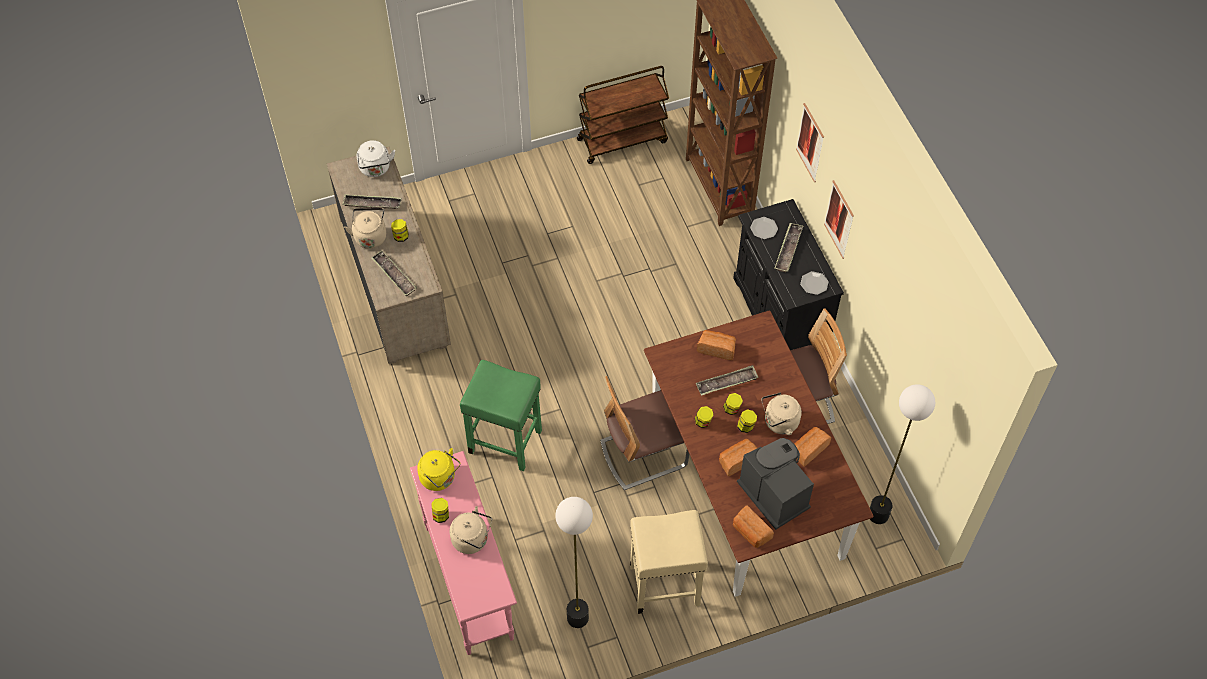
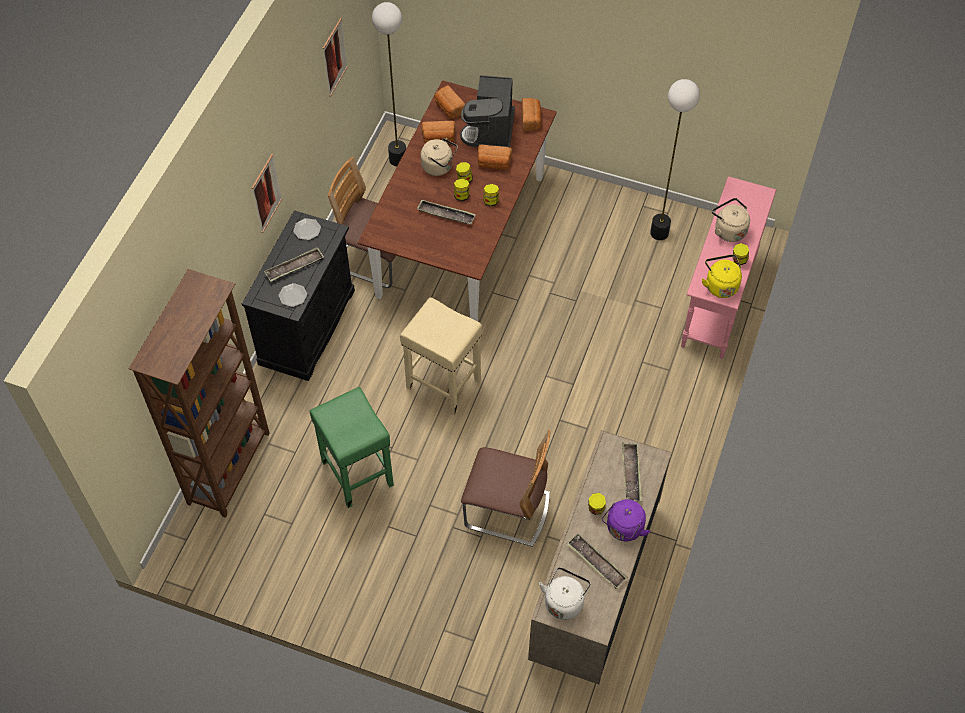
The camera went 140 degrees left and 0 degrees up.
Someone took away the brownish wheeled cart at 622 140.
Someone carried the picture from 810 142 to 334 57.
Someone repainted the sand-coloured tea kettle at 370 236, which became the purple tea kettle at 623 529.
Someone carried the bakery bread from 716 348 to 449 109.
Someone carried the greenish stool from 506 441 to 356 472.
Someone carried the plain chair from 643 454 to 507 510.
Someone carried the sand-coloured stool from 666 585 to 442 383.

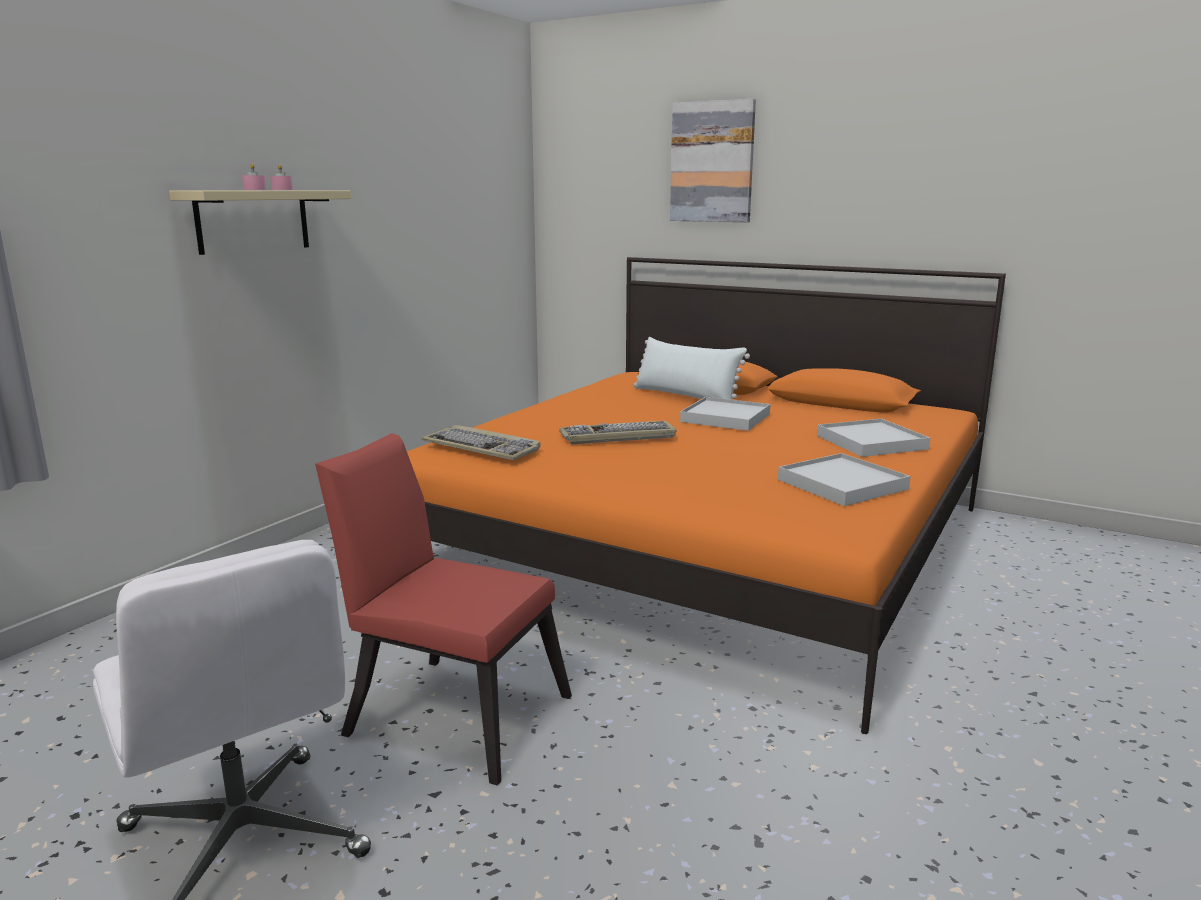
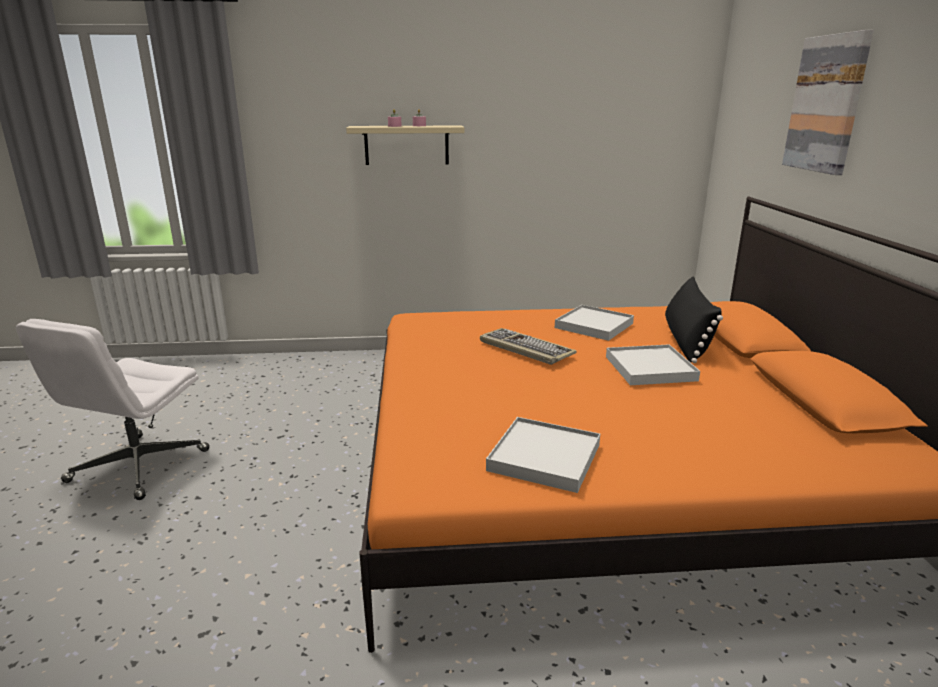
The camera went 55 degrees right and 5 degrees up.
Someone repainted the whitish throw pillow at 686 396, which became the blackish throw pillow at 686 340.
Someone carried the whitish carrying tray from 871 442 to 594 326.
Someone took away the computer keyboard at 483 447.
Someone took away the reddish plain chair at 450 711.

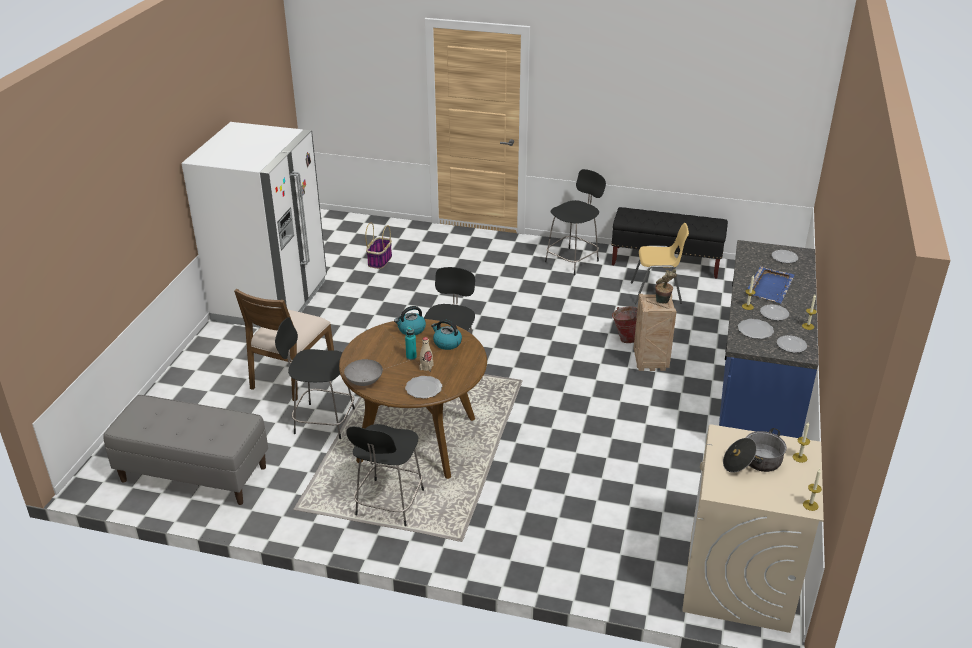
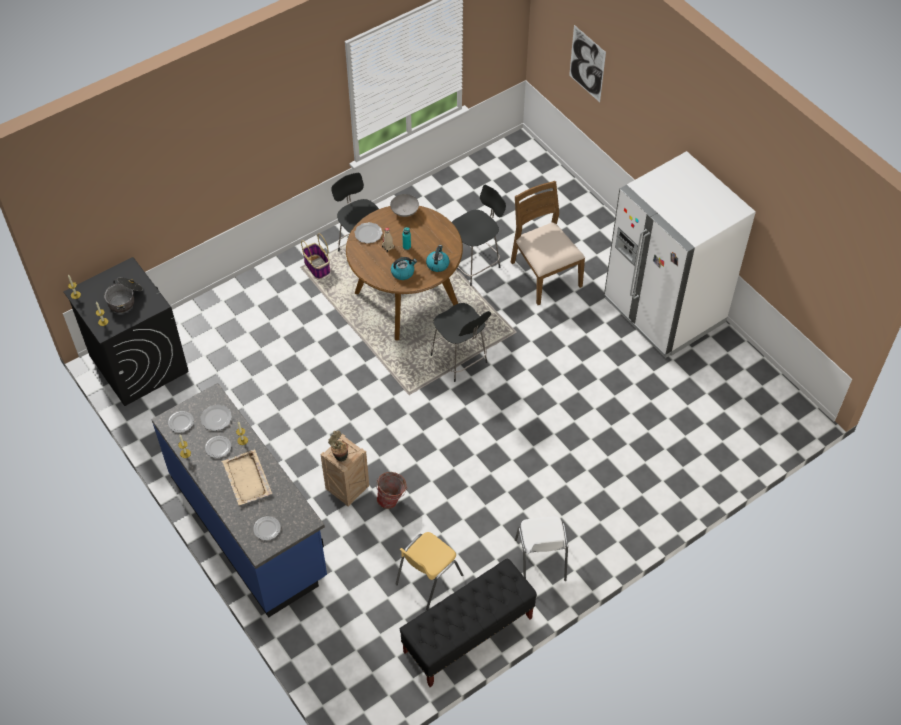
The camera went 130 degrees right and 20 degrees up.
Someone swapped the blackish stool at 573 260 for the whitish plain chair at 540 560.
Someone carried the basket from 380 260 to 317 267.
Someone repainted the blue carrying tray at 770 286, which became the sand-coloured carrying tray at 247 479.
Someone took away the gray indoor bench at 193 474.
Someone repainted the sand-coloured laundry appliance at 738 581, which became the blackish laundry appliance at 138 363.
Someone put up the picture at 587 64.

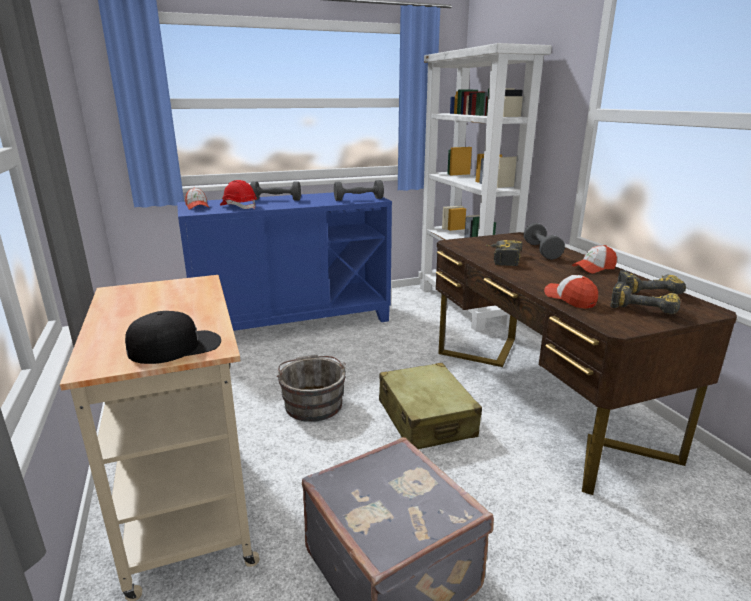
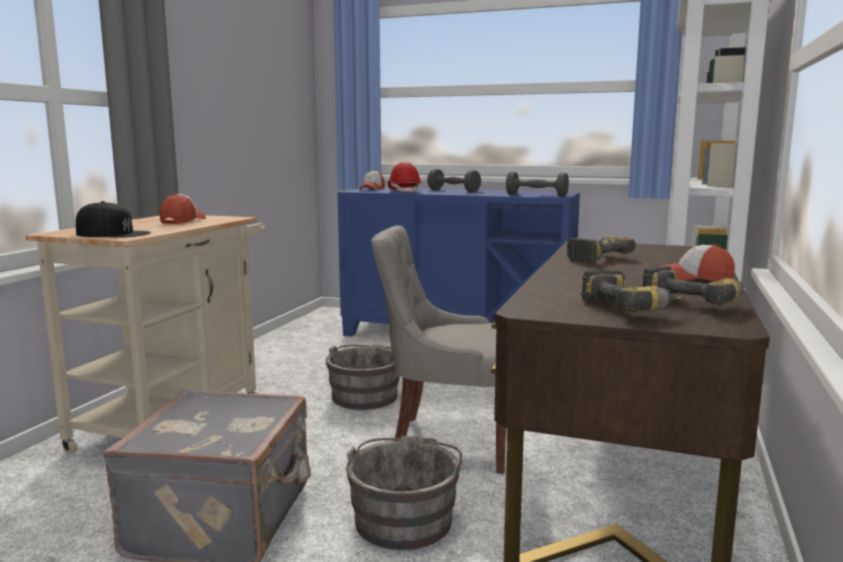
The camera went 40 degrees right and 10 degrees down.
Someone took away the gray hand weight at 541 251.
Someone carried the cap from 570 299 to 183 220.
Someone swapped the sand-coloured piece of luggage at 426 419 for the gray plain chair at 448 442.
Someone put down the gray pail at 405 518.

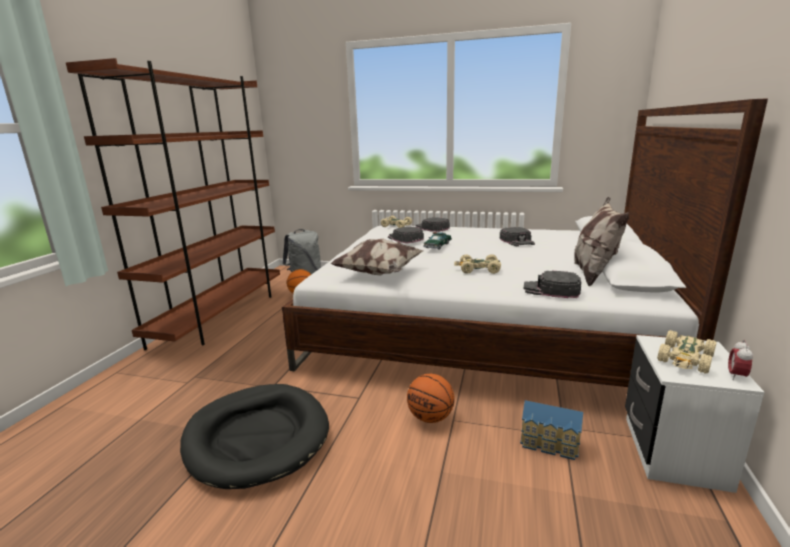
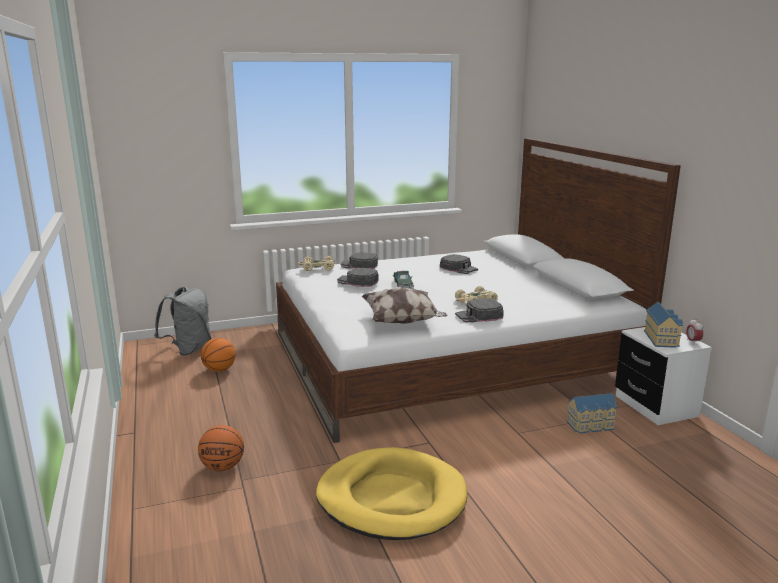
The camera went 35 degrees left and 0 degrees up.
Someone took away the brownish shelving unit at 221 316.
Someone took away the throw pillow at 593 274.
Someone carried the blackish cap from 551 290 to 479 316.
Someone swapped the sand-coloured miniature car at 685 359 for the miniature house at 662 338.
Someone carried the ball for basketball from 430 417 to 223 467.
Someone repainted the blackish dog cushion at 257 437, which became the yellow-coloured dog cushion at 391 498.

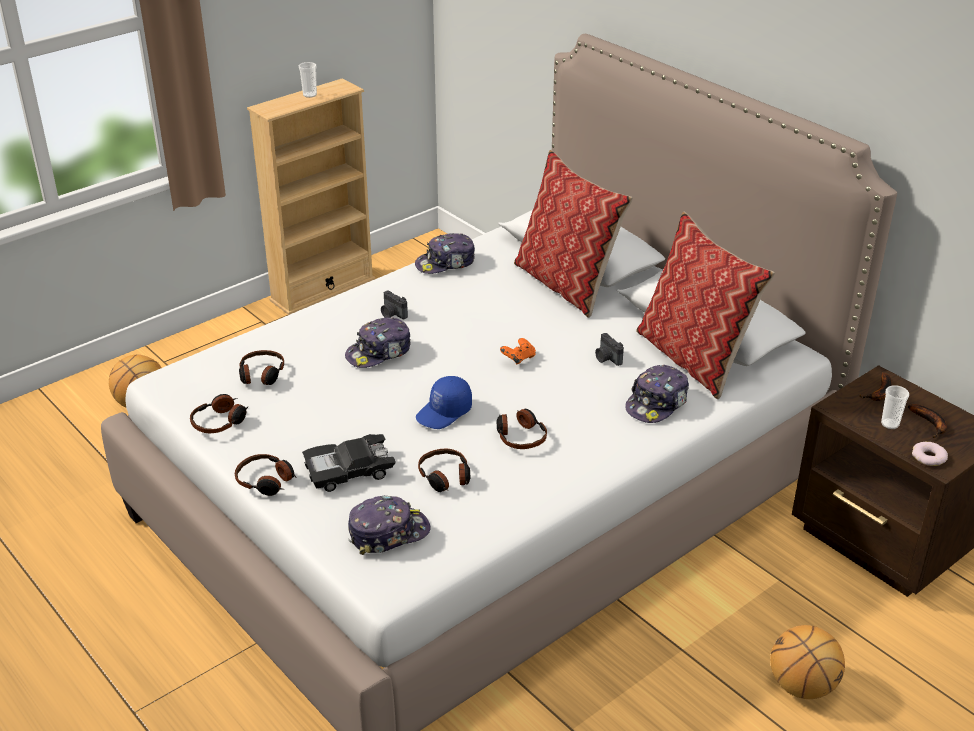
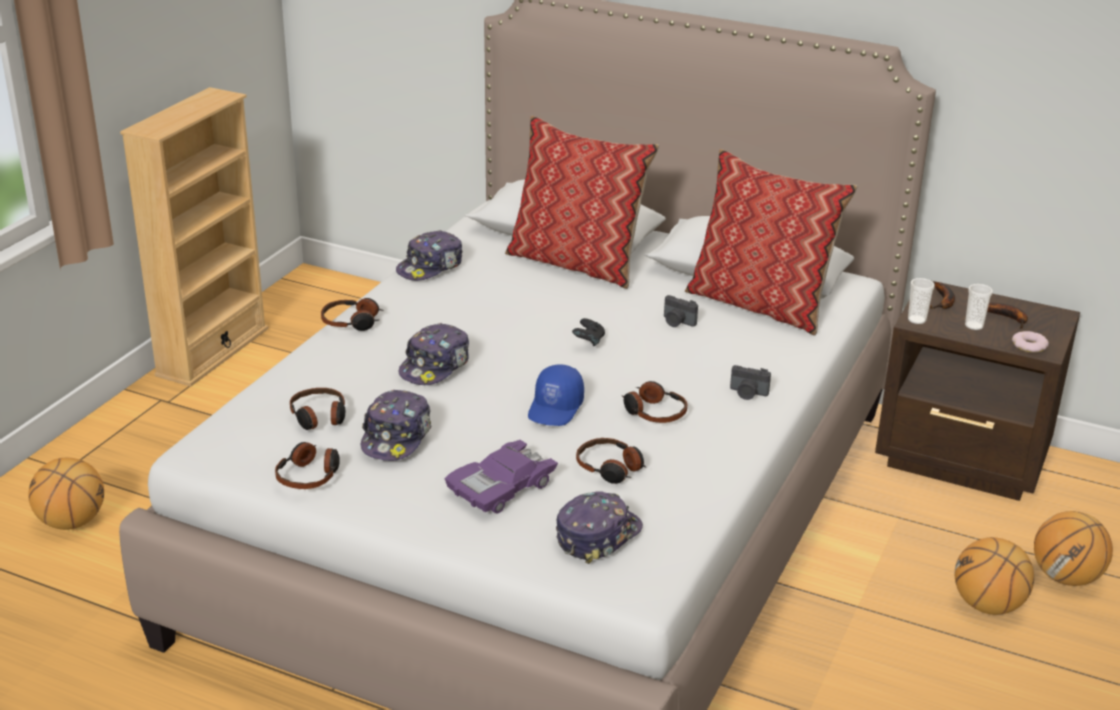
The camera went 25 degrees left and 5 degrees down.
Someone carried the small cup from 310 95 to 916 320.
Someone carried the photo camera from 392 314 to 747 393.
Someone repainted the orange gamepad at 518 359, which became the blackish gamepad at 588 342.
Someone carried the cap from 657 403 to 397 437.
Someone repainted the blackish miniature car at 349 470, which became the purple miniature car at 501 488.
Someone carried the headset from 266 481 to 352 322.
Someone put down the ball for basketball at 1066 577.

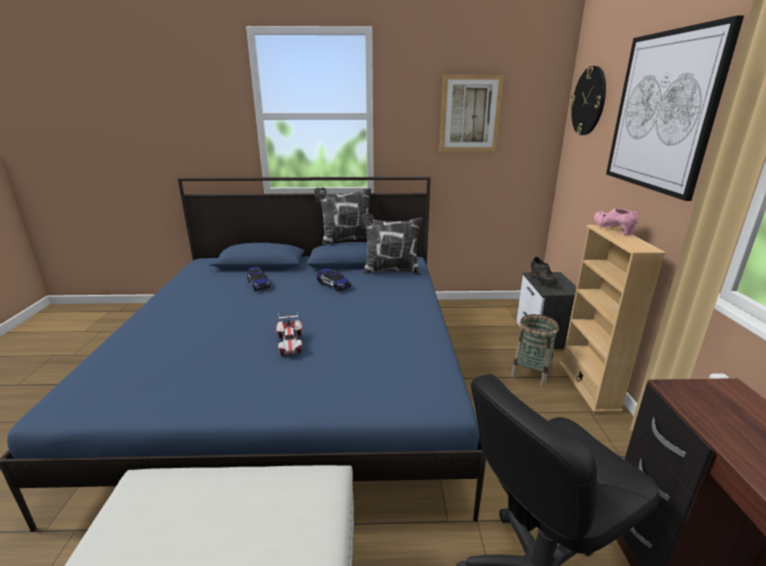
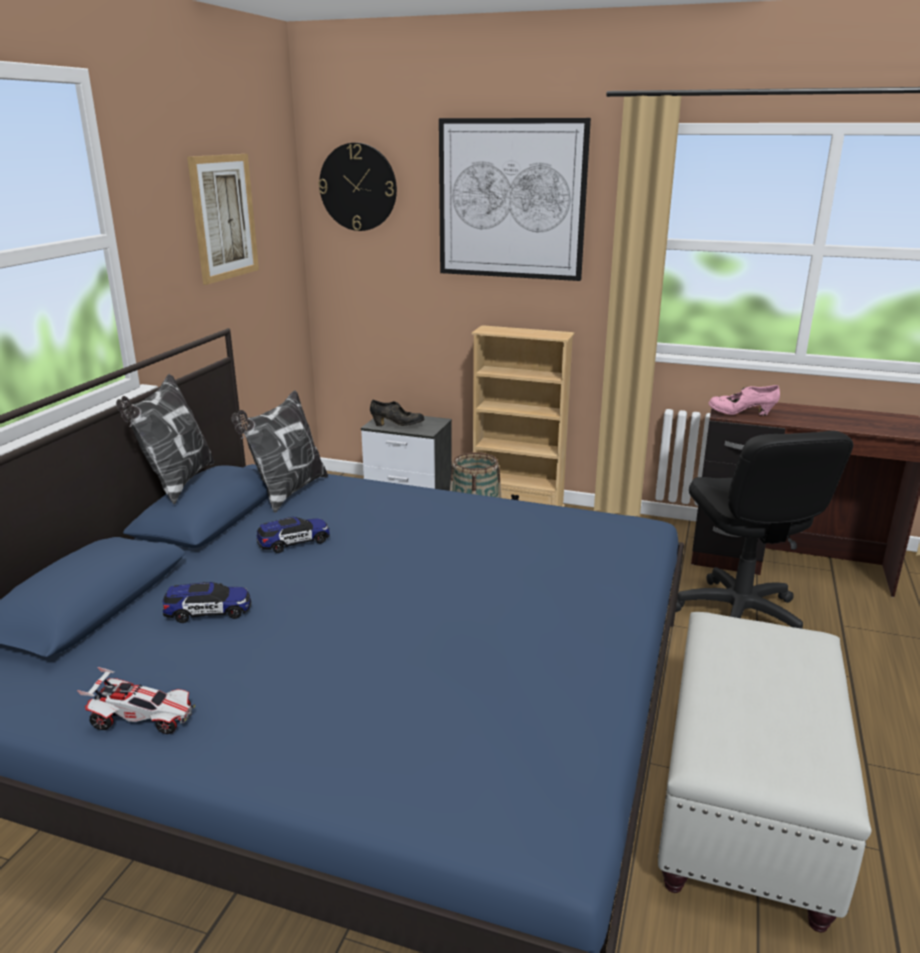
The camera went 70 degrees left and 0 degrees up.
Someone carried the pink-coloured low shoe from 613 230 to 741 414.
Someone carried the miniature car from 290 344 to 143 719.

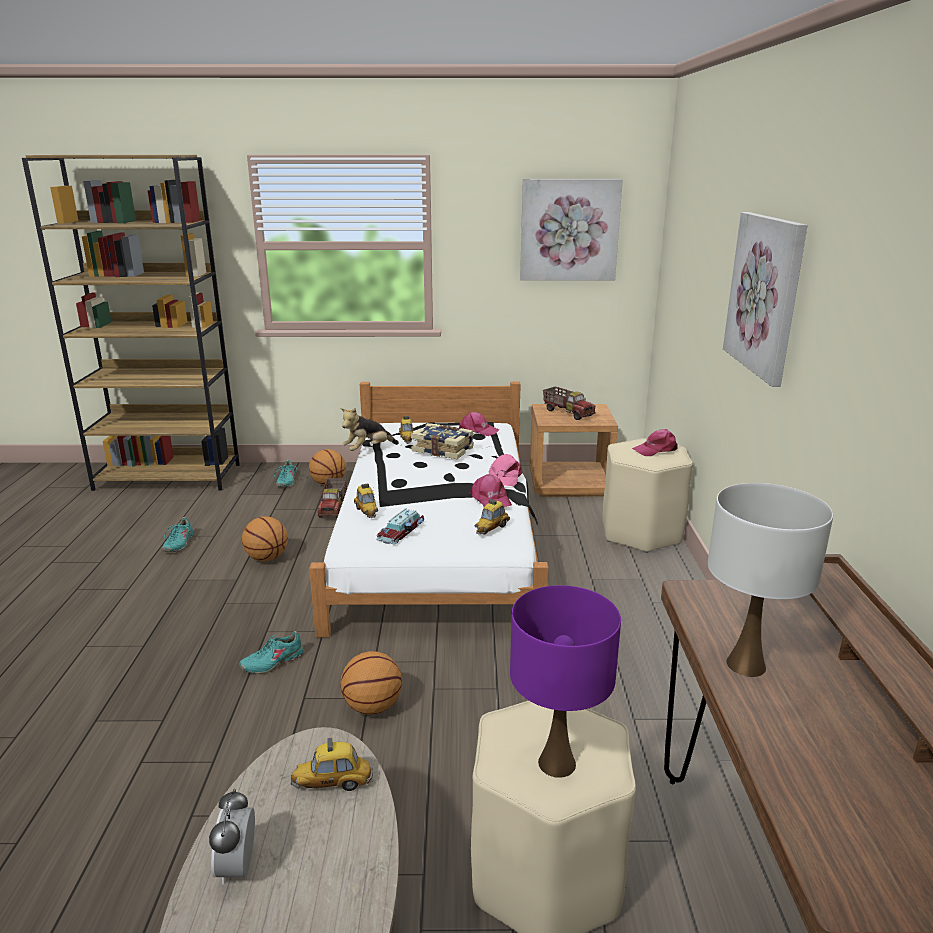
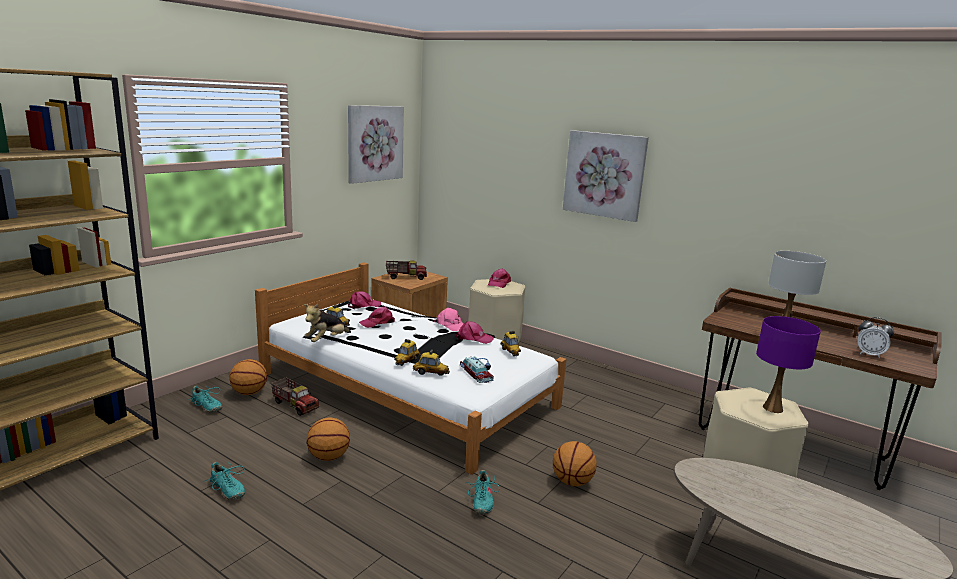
The camera went 55 degrees left and 5 degrees down.
Someone rotated the cuddly toy at 367 449 by 45 degrees clockwise.
Someone swapped the volume at 443 449 for the pink-coloured cap at 378 322.
Someone carried the miniature car from 332 783 to 407 362.
Someone carried the alarm clock from 238 867 to 869 354.

